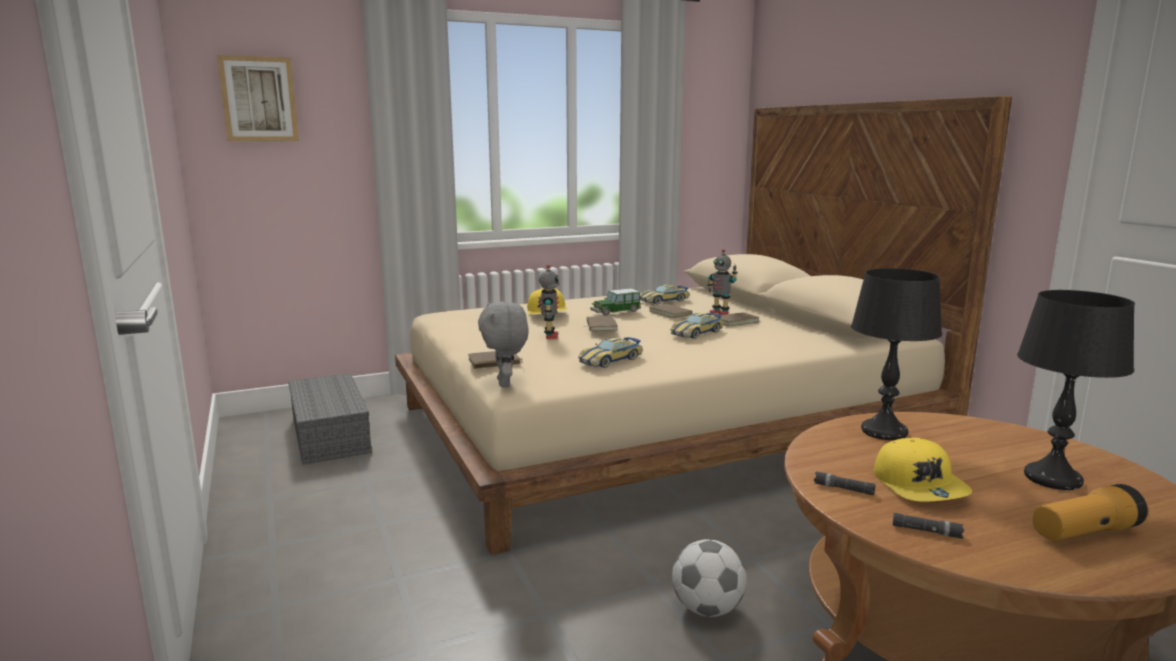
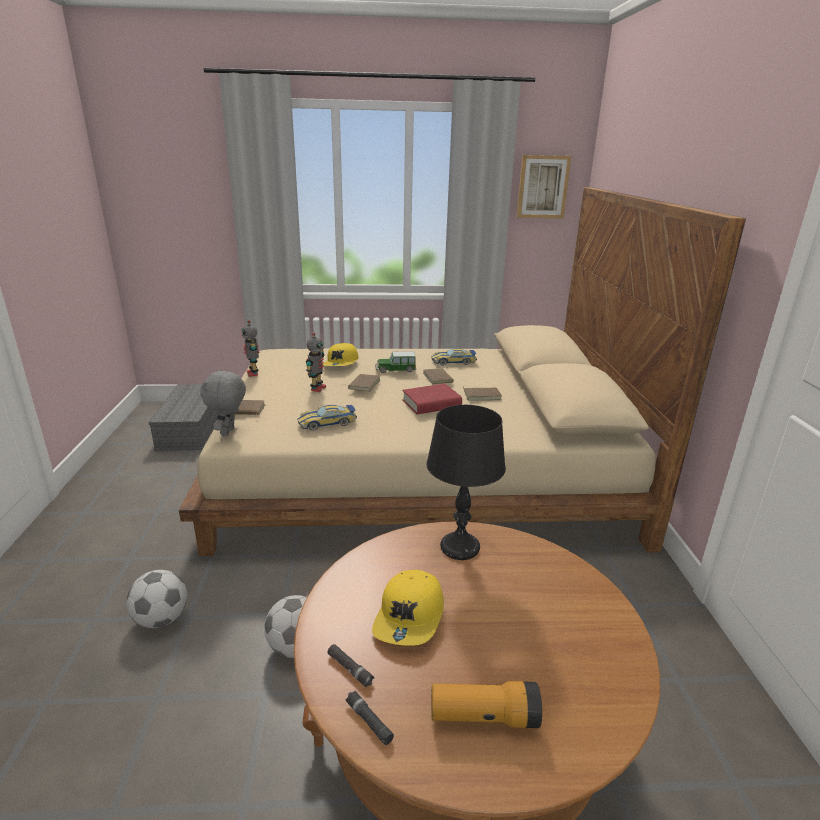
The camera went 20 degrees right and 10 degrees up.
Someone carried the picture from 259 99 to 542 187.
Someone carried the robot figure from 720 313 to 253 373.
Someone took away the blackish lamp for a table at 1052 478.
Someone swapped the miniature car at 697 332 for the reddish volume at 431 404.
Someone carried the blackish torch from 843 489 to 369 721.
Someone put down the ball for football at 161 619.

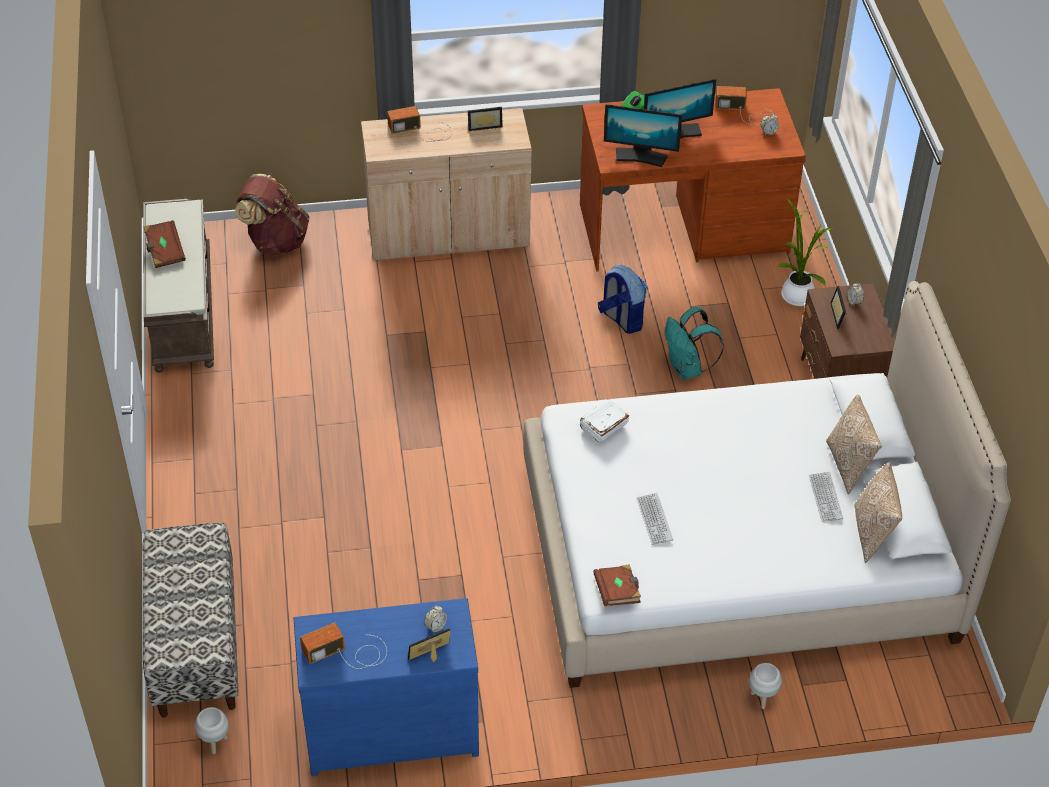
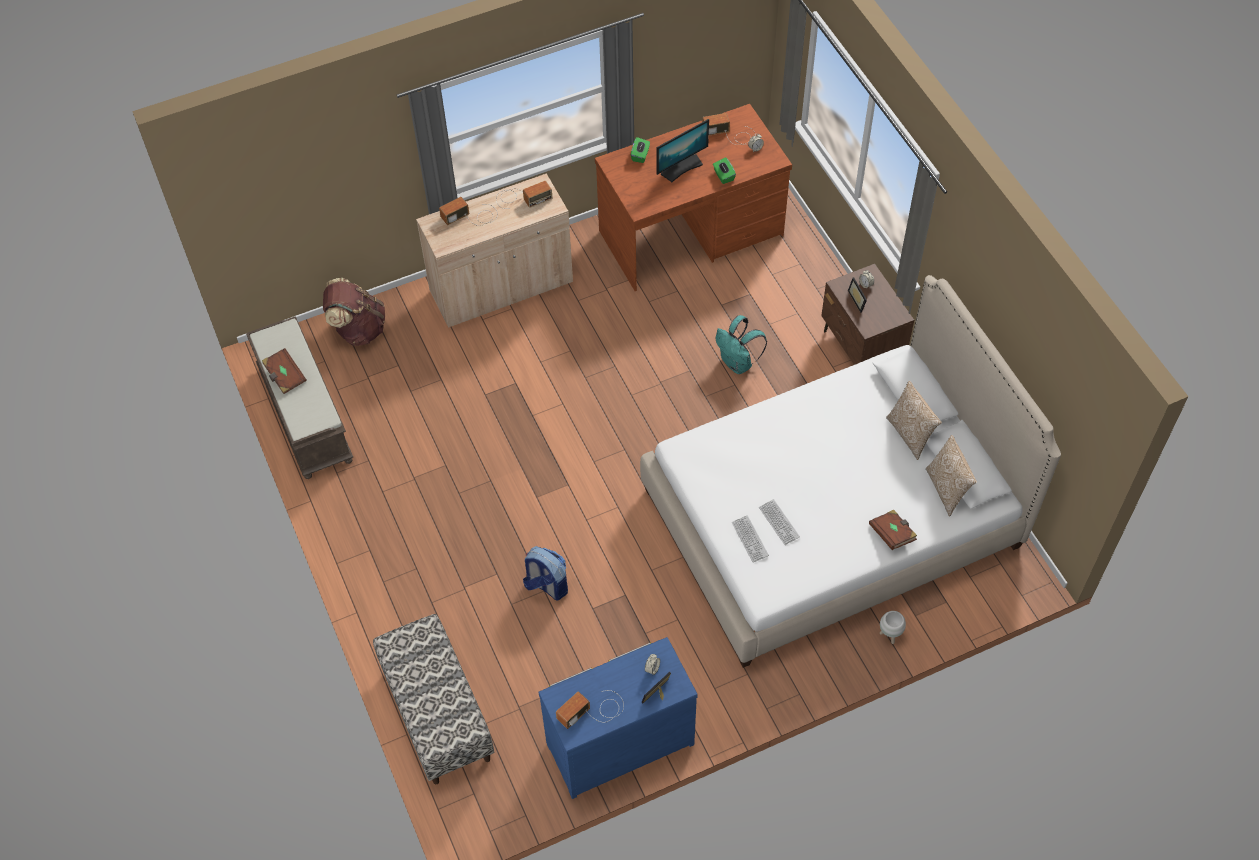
The camera went 15 degrees left and 10 degrees up.
Someone took away the computer display at 640 156.
Someone swapped the photo frame at 484 125 for the radio at 521 198.
Someone took away the houseplant at 796 294.
Someone carried the backpack from 621 319 to 546 585.
Someone took away the whitish volume at 603 426.
Someone carried the computer keyboard from 825 497 to 750 539.
Someone carried the brownish volume from 617 593 to 892 534.
Someone took away the whitish planter at 215 743.
Someone put down the greenish tissue box at 723 176.

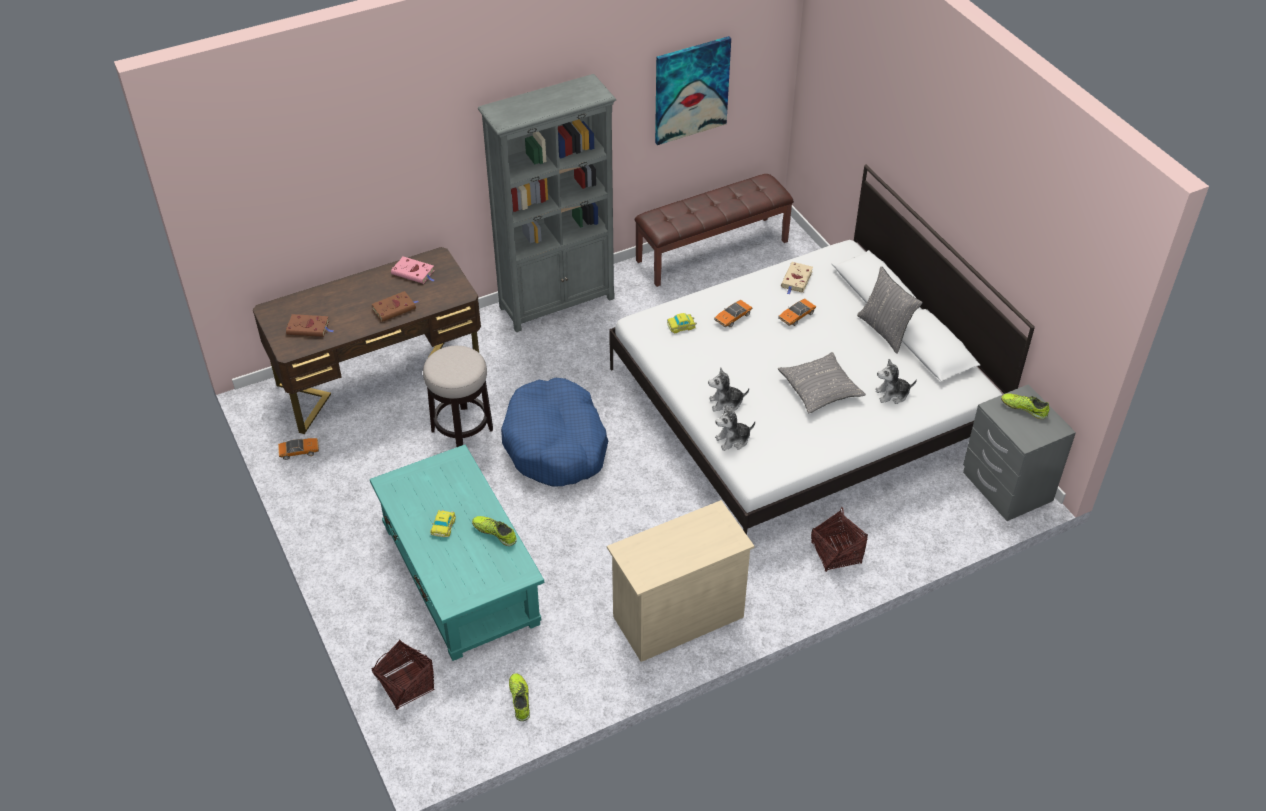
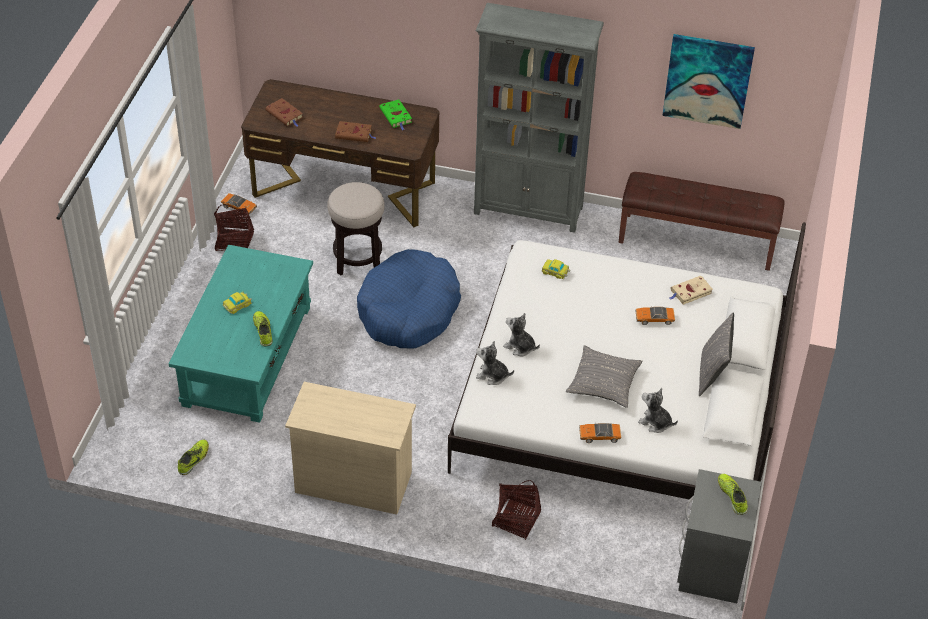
The camera went 40 degrees right and 0 degrees up.
Someone repainted the pink-coloured volume at 414 273, which became the greenish volume at 396 116.
Someone carried the miniature car from 732 317 to 599 435.
Someone carried the basket from 405 685 to 234 241.

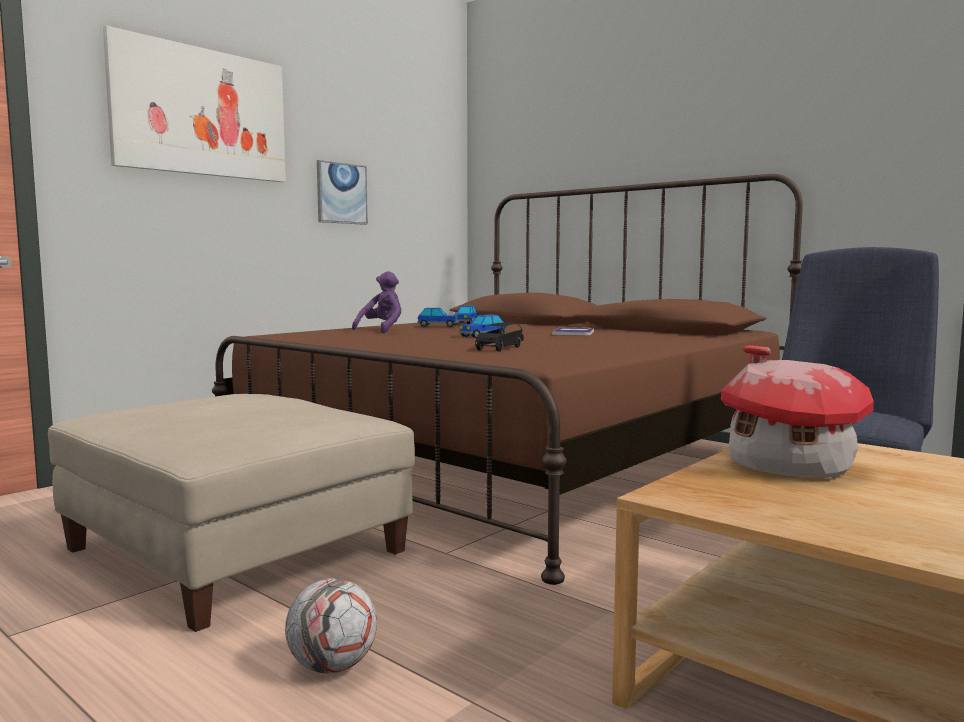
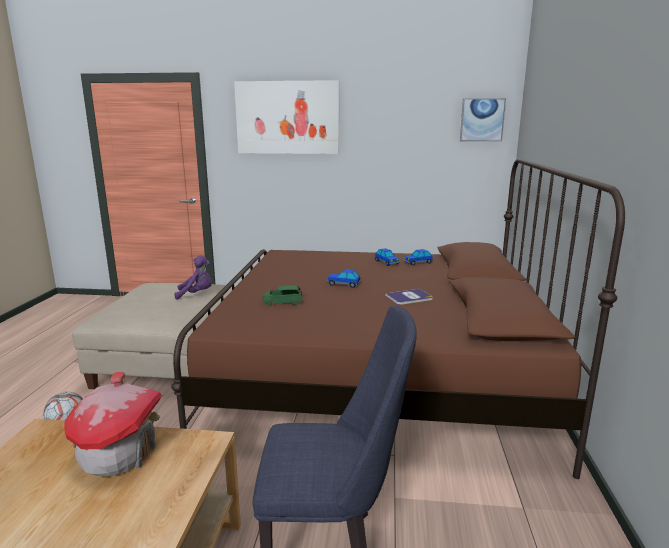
The camera went 55 degrees right and 10 degrees up.
Someone carried the picture from 341 193 to 482 120.
Someone carried the purple cuddly toy from 382 330 to 196 294.
Someone repainted the blackish miniature car at 499 348, which became the greenish miniature car at 282 302.

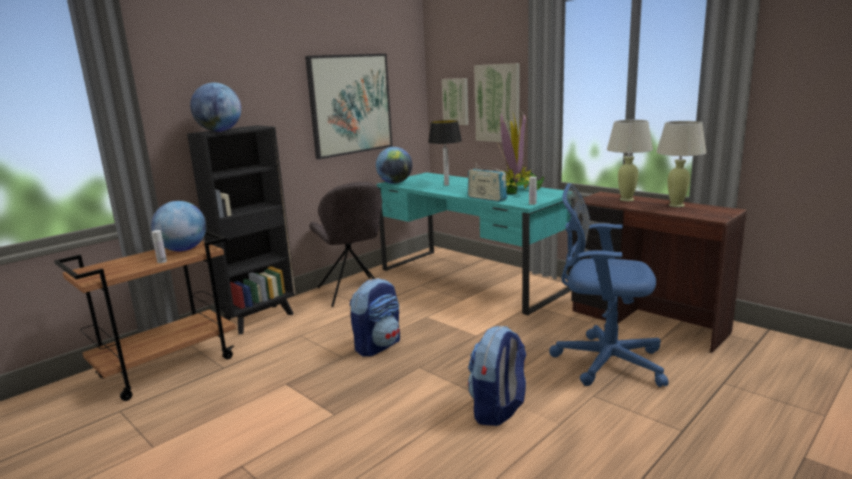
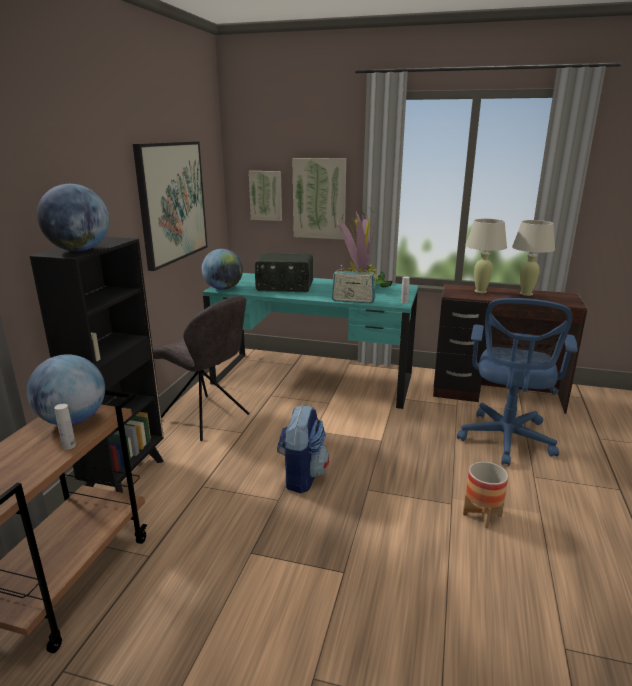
The camera went 30 degrees left and 5 degrees up.
Someone swapped the lamp for a table at 447 185 for the radio at 284 287.
Someone rotated the blue computer chair at 603 361 by 60 degrees counterclockwise.
Someone swapped the backpack at 498 410 for the planter at 482 515.

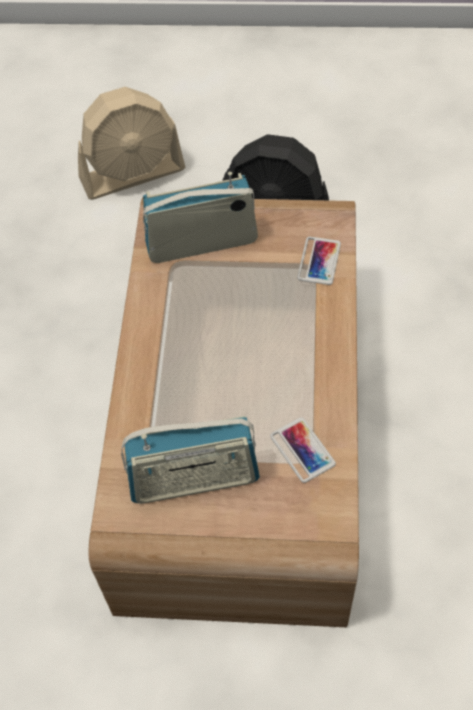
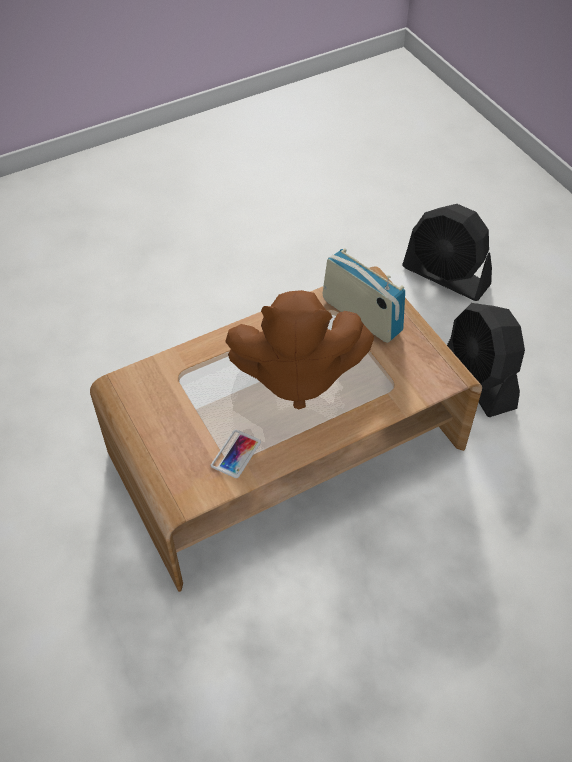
The camera went 55 degrees right and 5 degrees down.
Someone repainted the sand-coloured cooling fan at 133 174, which became the blackish cooling fan at 446 276.
Someone took away the handset at 319 261.
Someone took away the radio at 194 480.
Someone put down the brownish cuddly toy at 297 376.

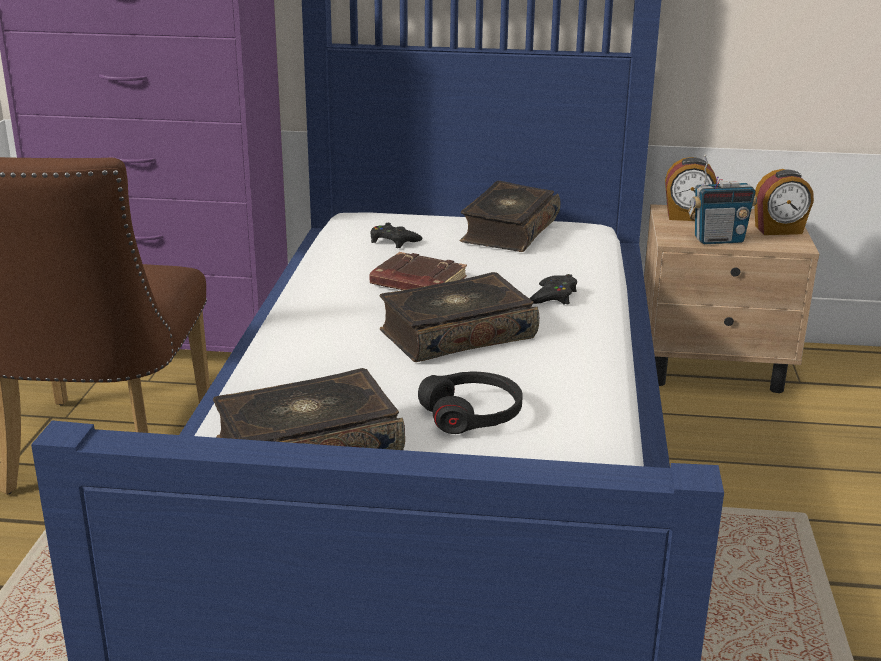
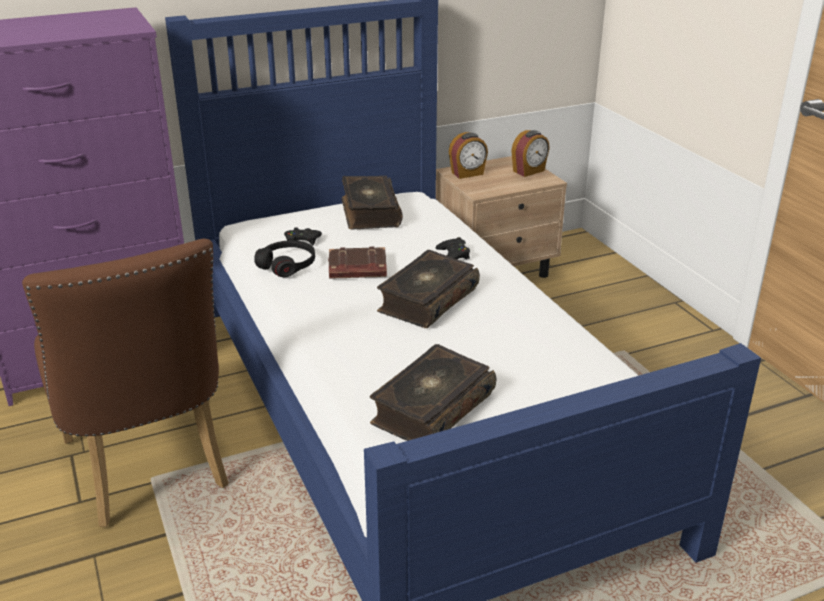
The camera went 30 degrees left and 5 degrees up.
Someone took away the radio at 718 240.
Someone carried the blackish headset from 472 414 to 287 265.

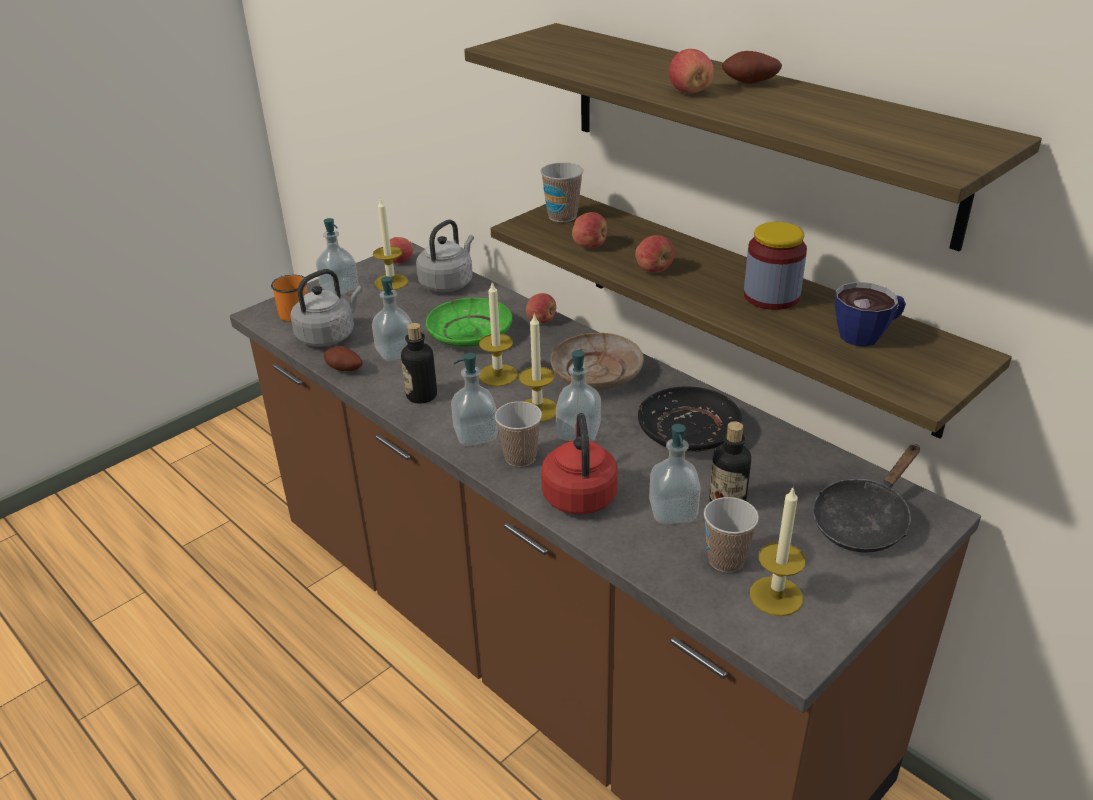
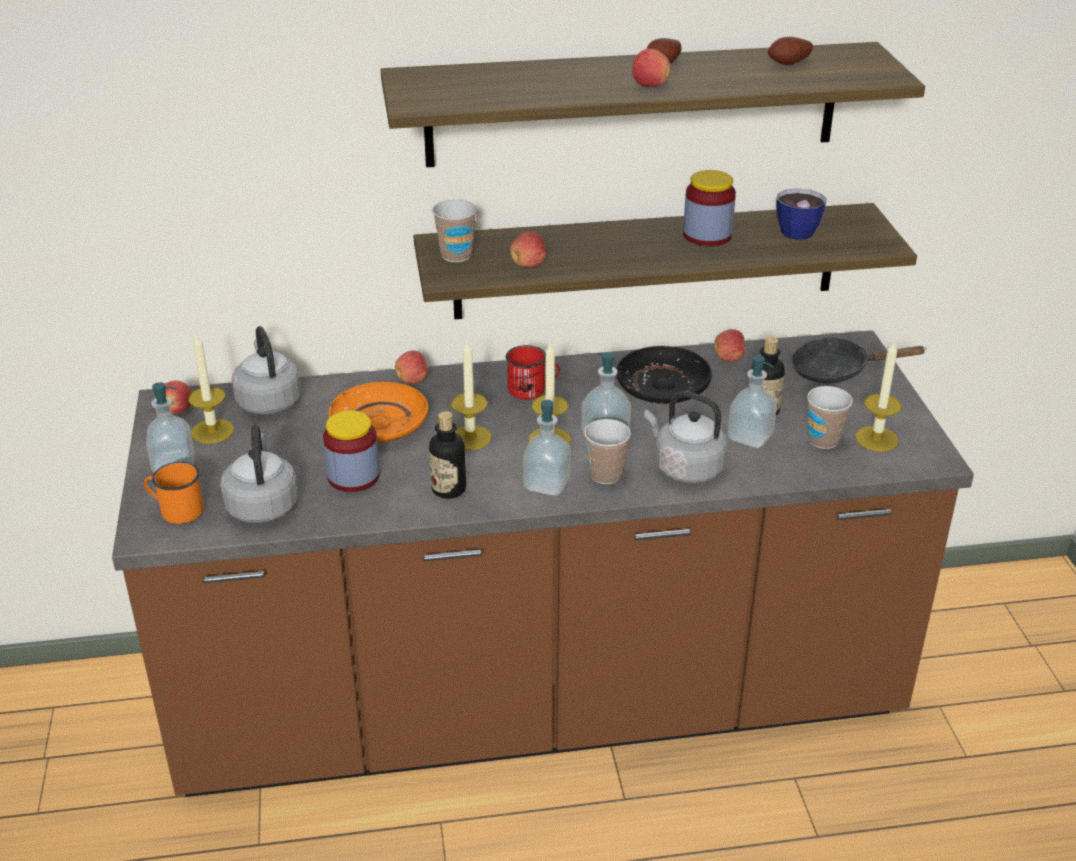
The camera went 55 degrees left and 0 degrees up.
Someone carried the apple from 654 269 to 729 358.
Someone swapped the soap bottle at 396 352 for the storage jar at 353 476.
Someone repainted the greenish dinner plate at 470 333, which became the orange dinner plate at 380 425.
Someone swapped the sand-coloured dinner plate at 597 372 for the reddish coffee mug at 532 390.
Someone carried the whole potato from 344 370 to 789 64.
Someone repainted the reddish tea kettle at 579 494, which became the gray tea kettle at 685 468.
Someone rotated the blackish pan at 863 521 by 105 degrees clockwise.

